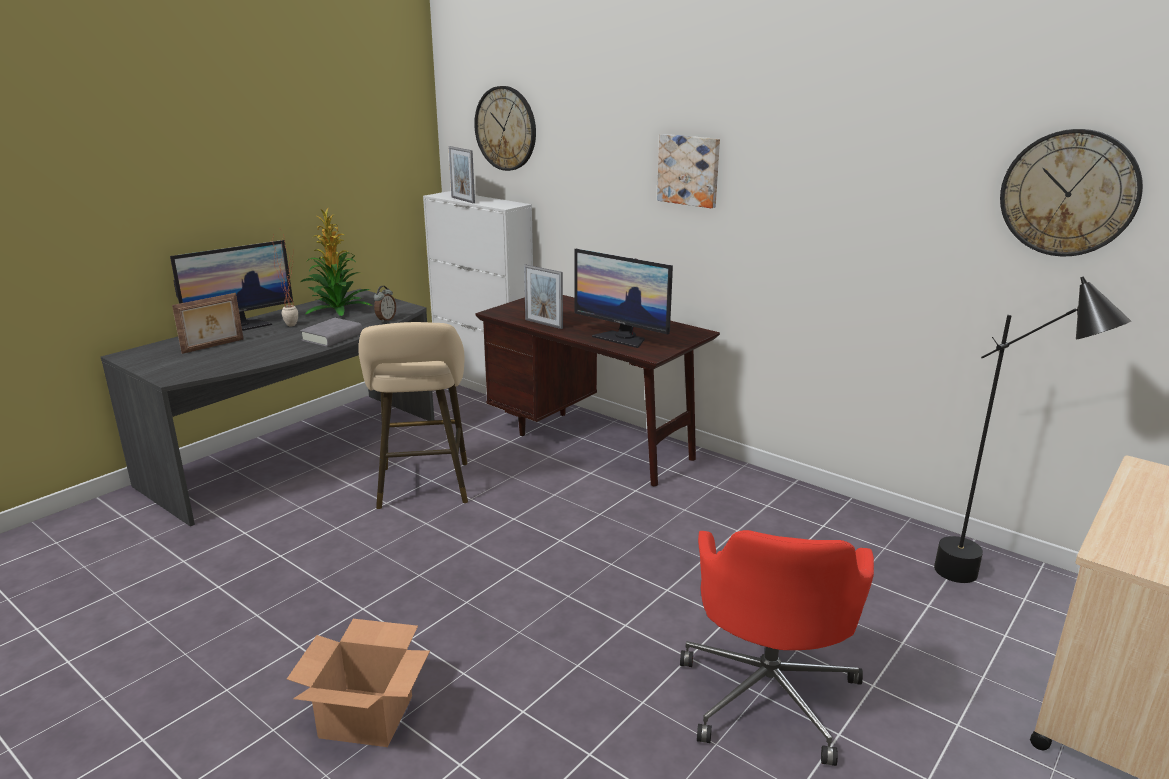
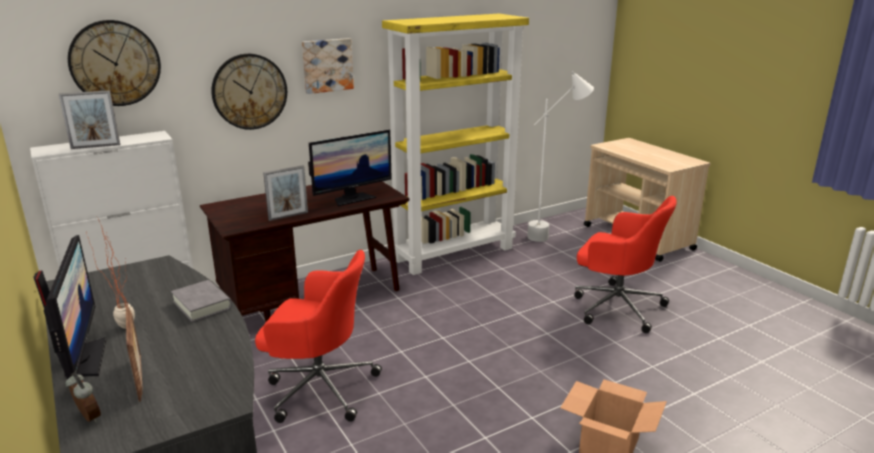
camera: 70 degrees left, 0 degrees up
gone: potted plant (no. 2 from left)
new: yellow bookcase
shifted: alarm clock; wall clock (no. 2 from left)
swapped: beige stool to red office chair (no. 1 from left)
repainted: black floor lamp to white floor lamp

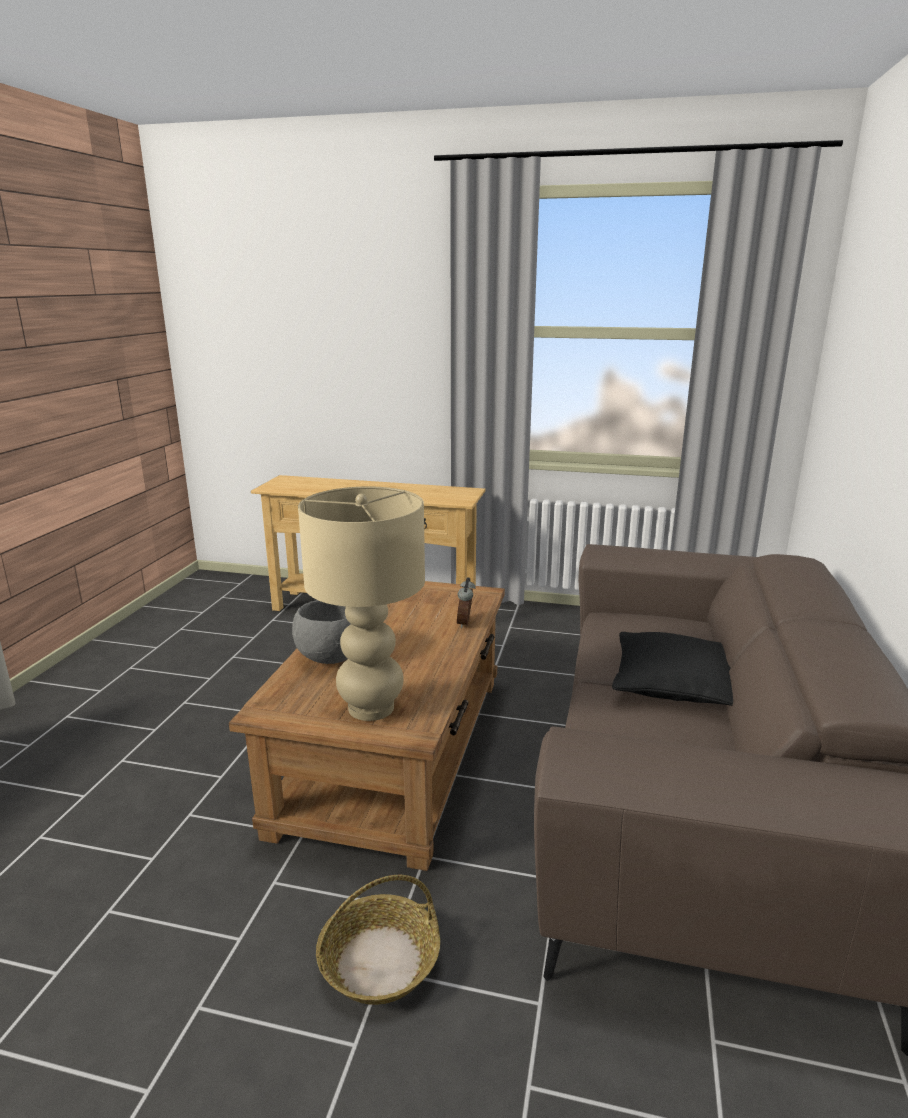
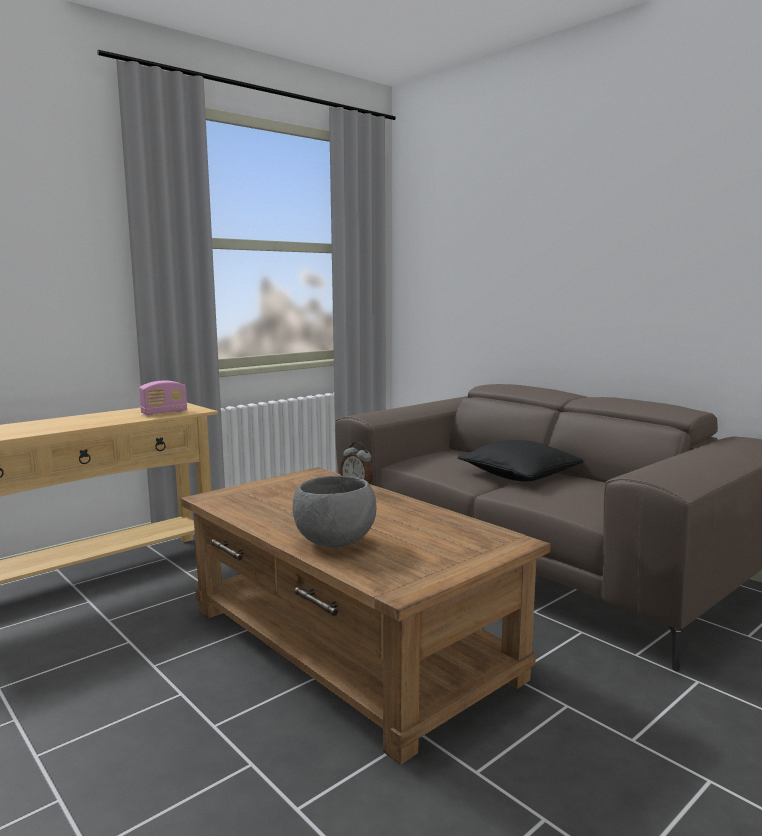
camera: 55 degrees left, 10 degrees down
gone: beige table lamp; basket
new: radio

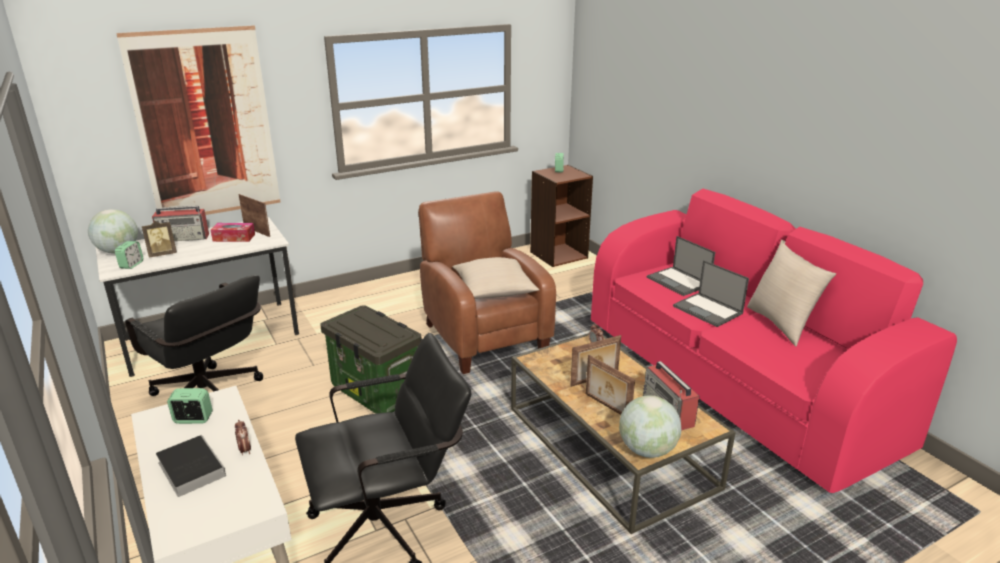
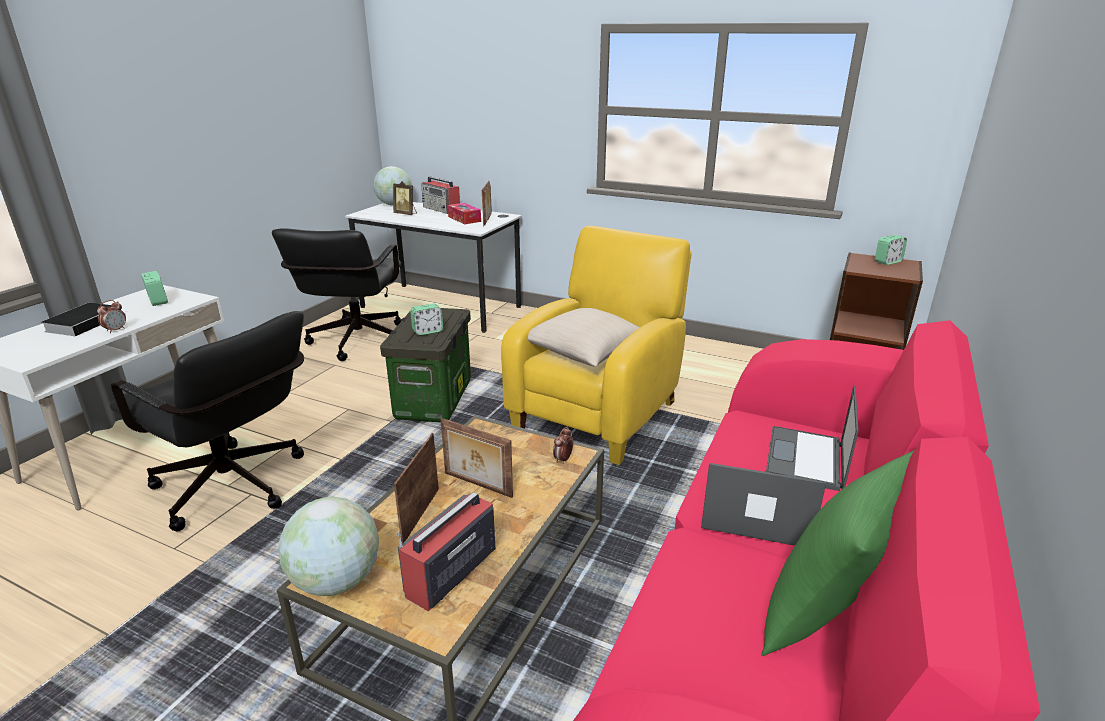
camera: 55 degrees right, 0 degrees up
gone: picture
shifted: alarm clock (no. 1 from left in the first image) to alarm clock (no. 3 from left)
repainted: brown armchair to yellow armchair; beige pillow (no. 2 from left) to green pillow
rotated: laptop (no. 2 from left in the first image) 90 degrees clockwise

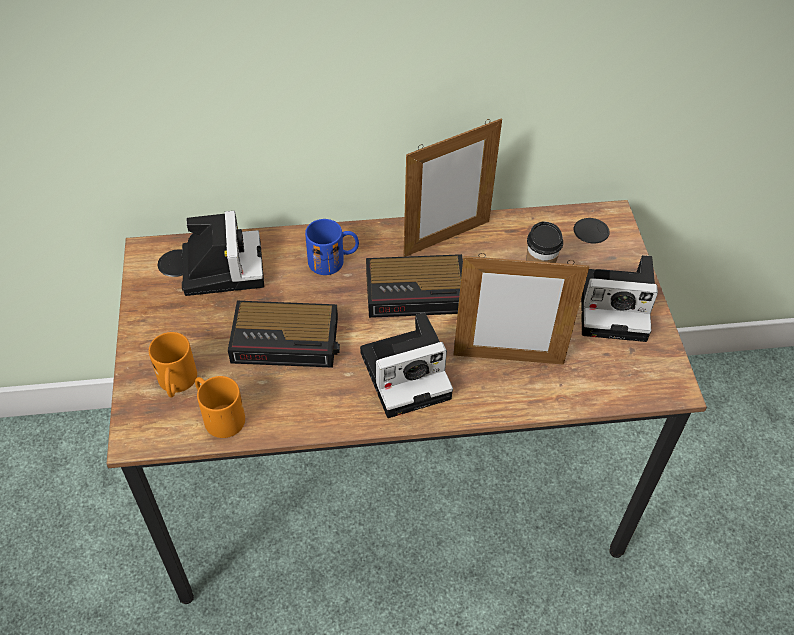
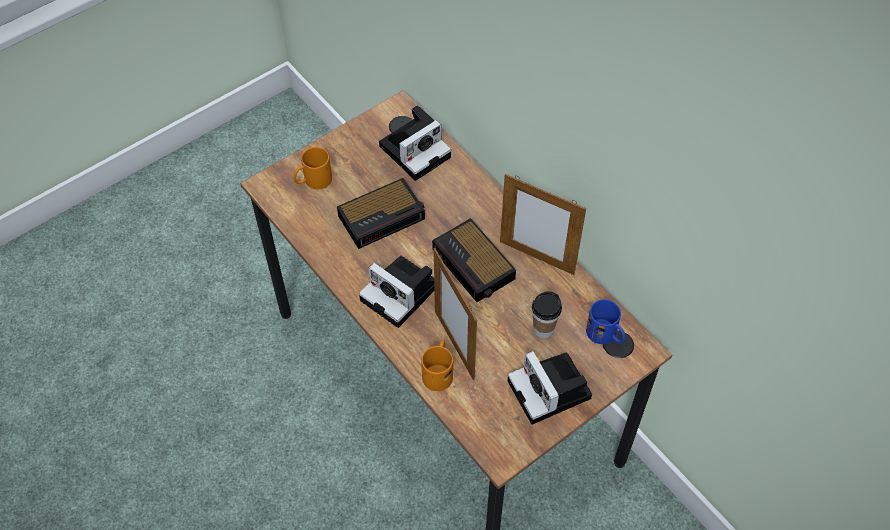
camera: 60 degrees right, 5 degrees up
shifted: orange mug (no. 2 from left); blue mug
rotated: alarm clock (no. 1 from left) 90 degrees counterclockwise

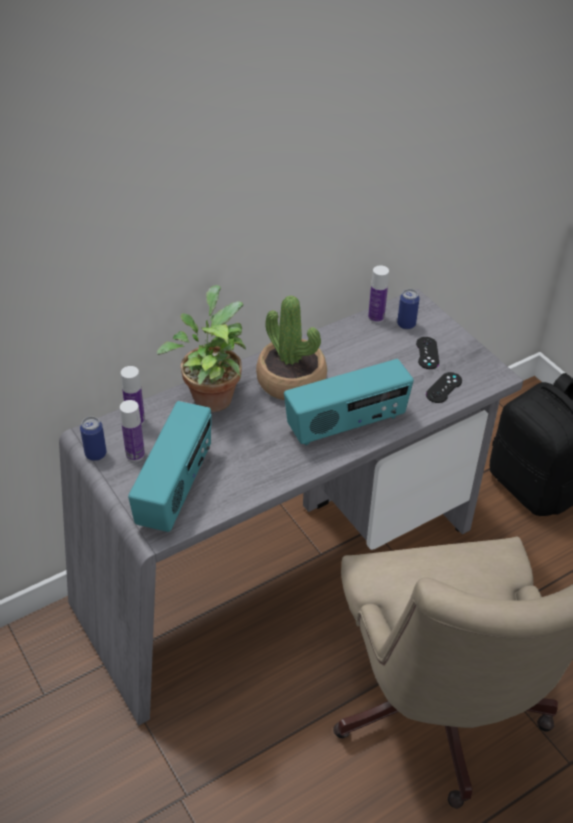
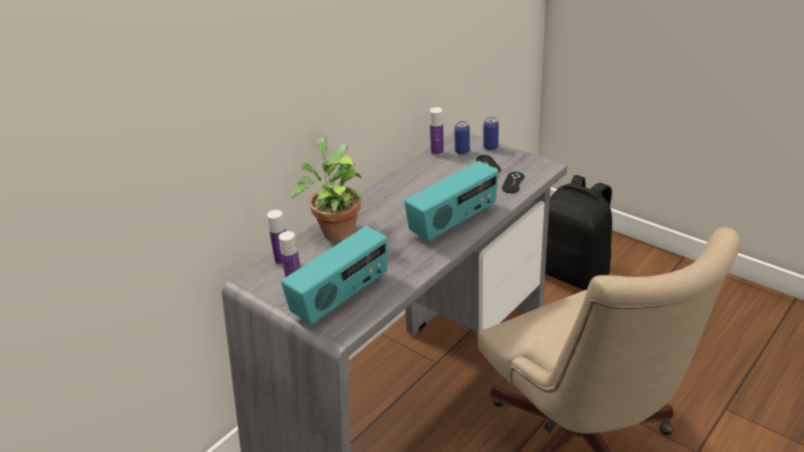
camera: 15 degrees left, 10 degrees down
gone: potted plant (no. 2 from left)
shifted: can (no. 1 from left in the first image) to can (no. 2 from left)
rotated: radio (no. 1 from left) 45 degrees clockwise

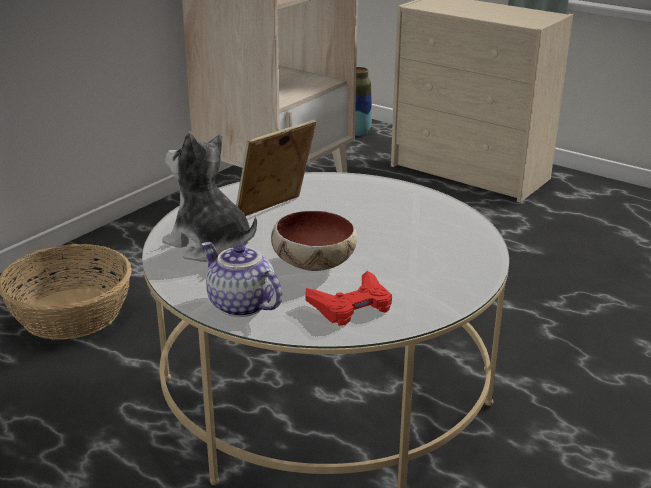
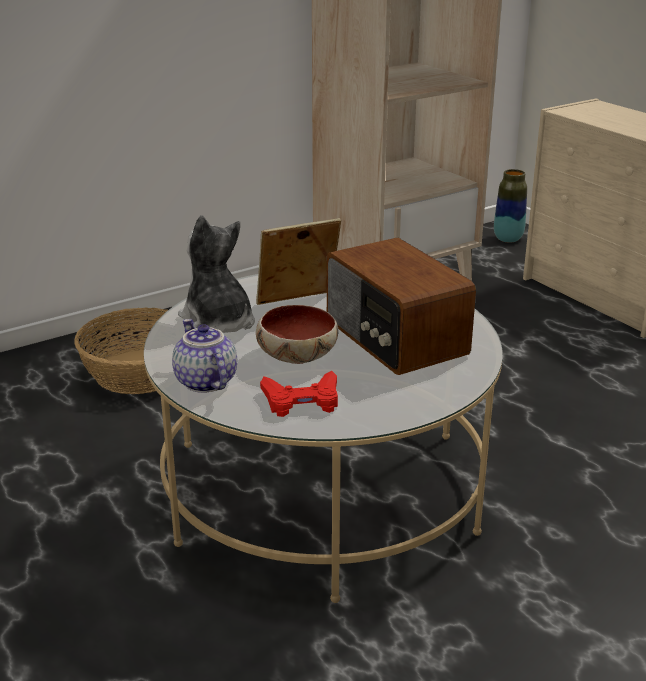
camera: 20 degrees right, 0 degrees up
new: radio

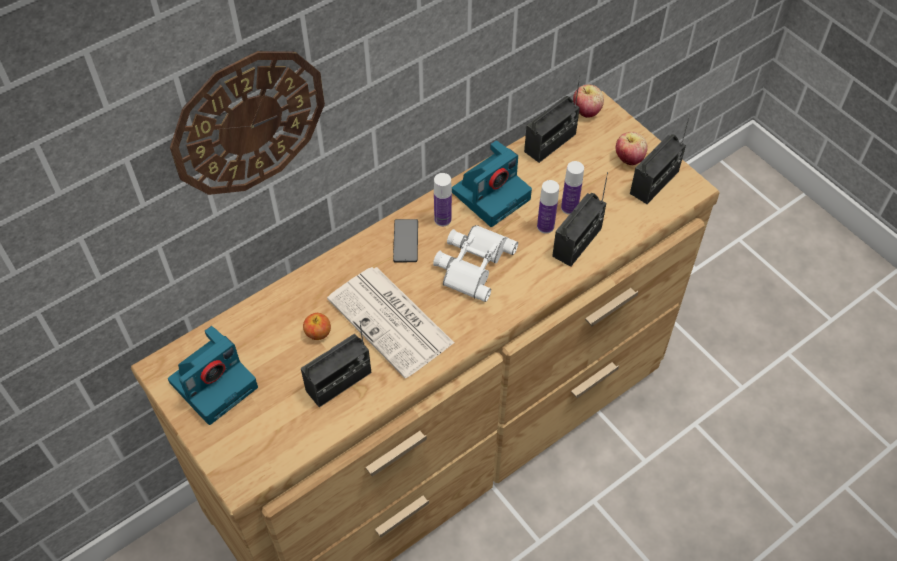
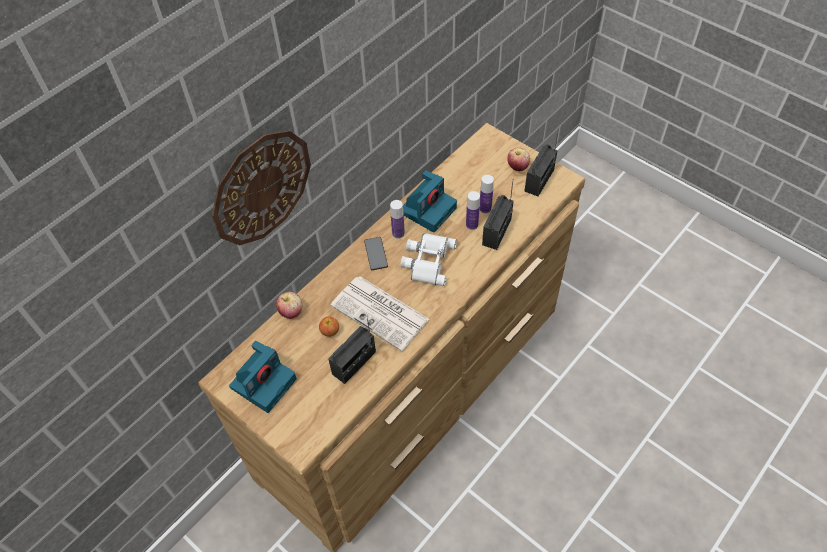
camera: 10 degrees left, 0 degrees up
gone: radio (no. 2 from left)
shifted: apple (no. 2 from left in the first image) to apple (no. 1 from left)

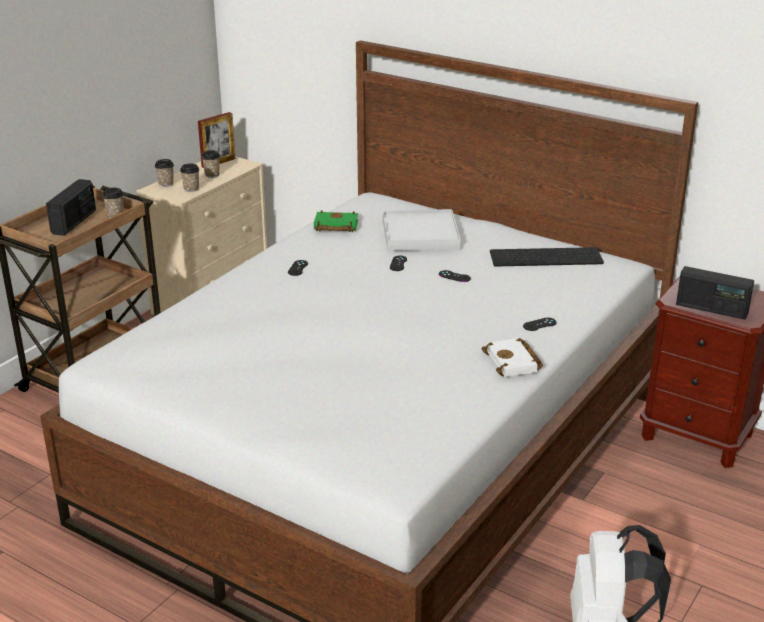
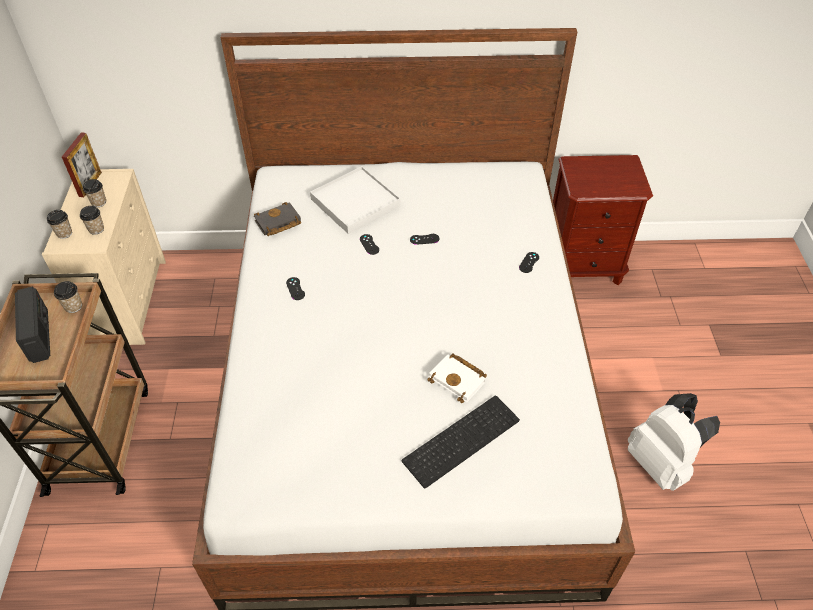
camera: 35 degrees left, 20 degrees up
gone: radio (no. 2 from left)
shifted: keyboard; white book
repainted: green book to black book

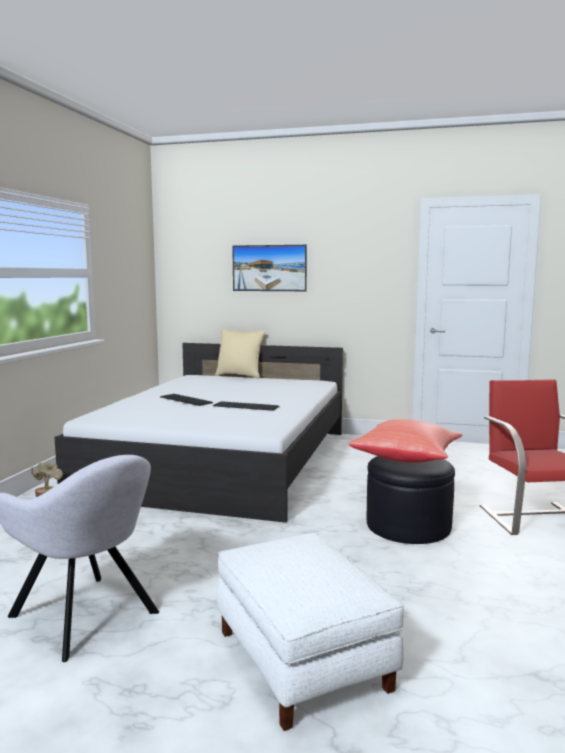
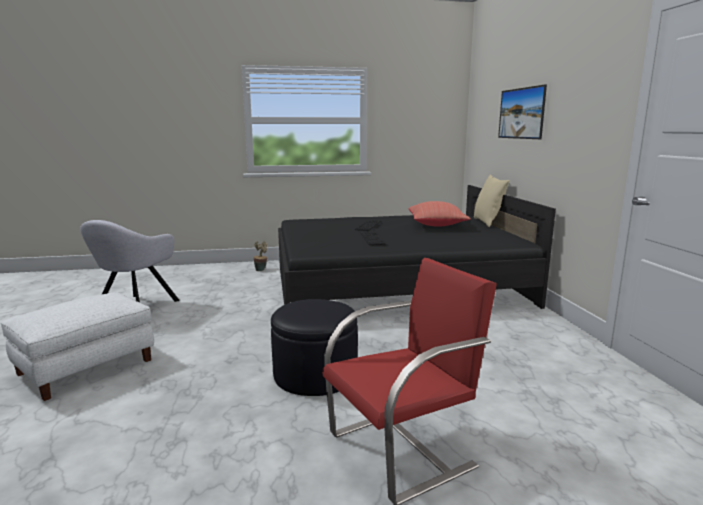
camera: 65 degrees right, 5 degrees up
shifted: red pillow
repainted: white bed to black bed

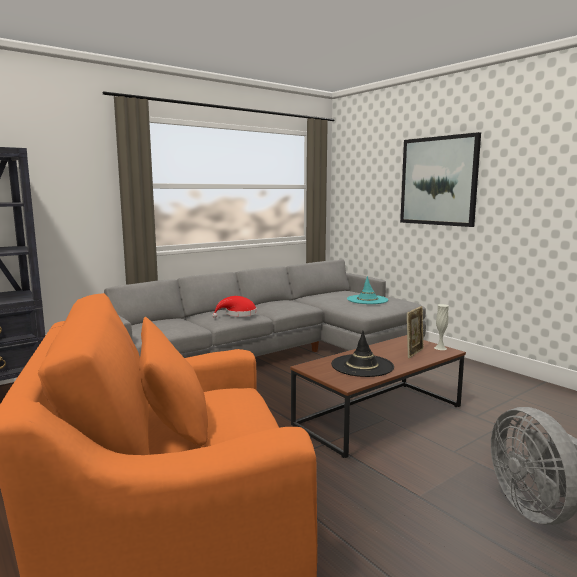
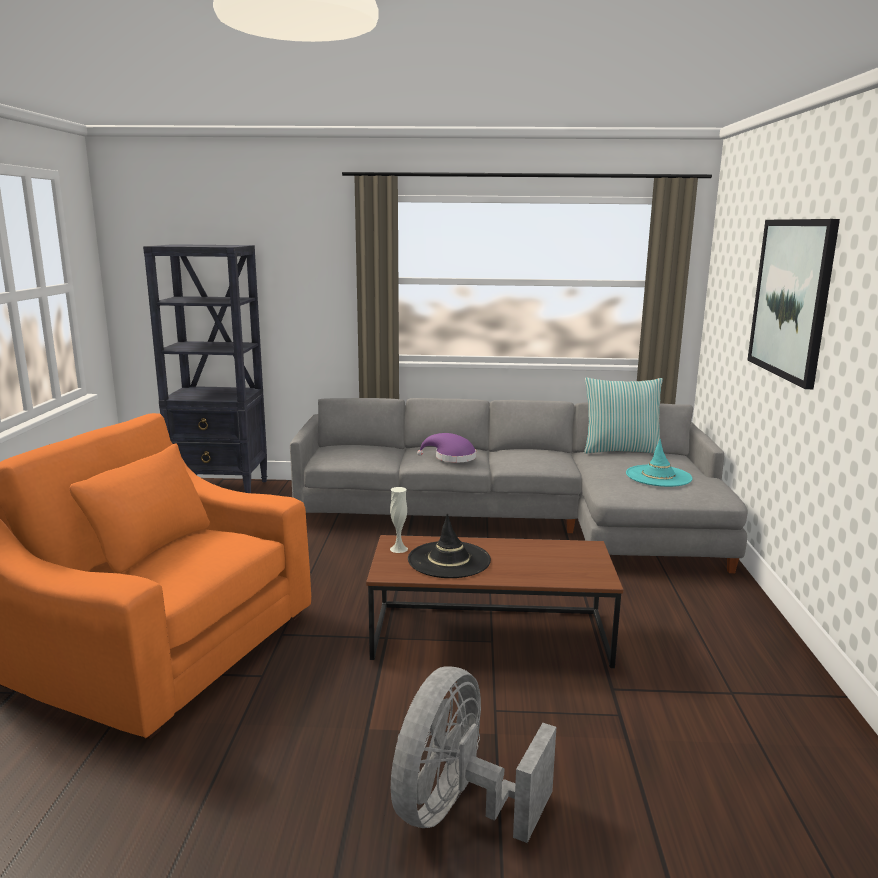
camera: 40 degrees right, 5 degrees up
gone: picture frame
new: pillow
shifted: white vase
repainted: red hat to purple hat

